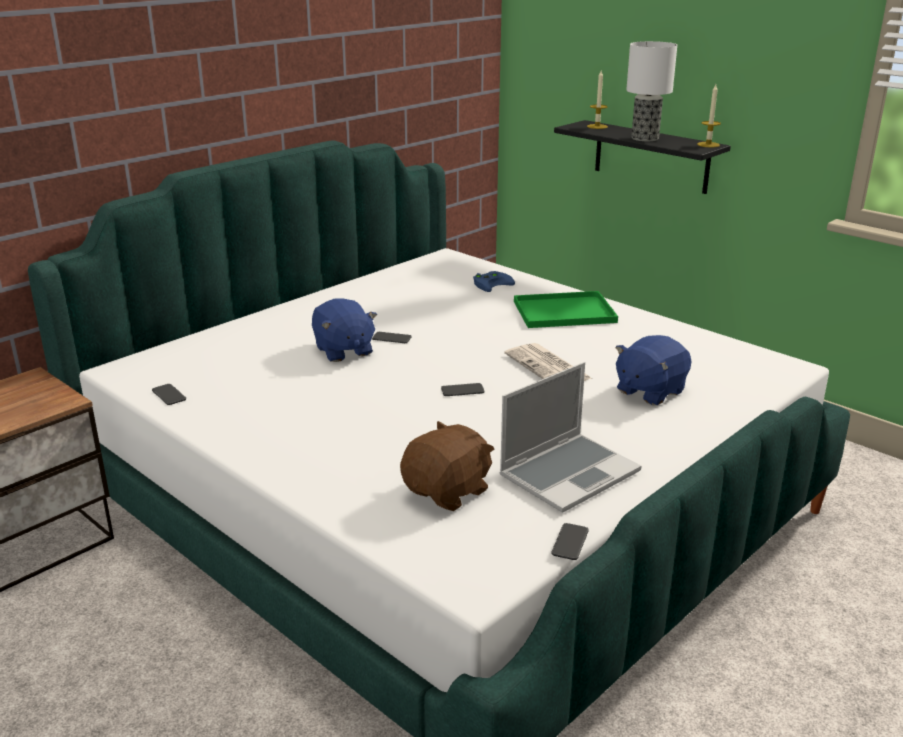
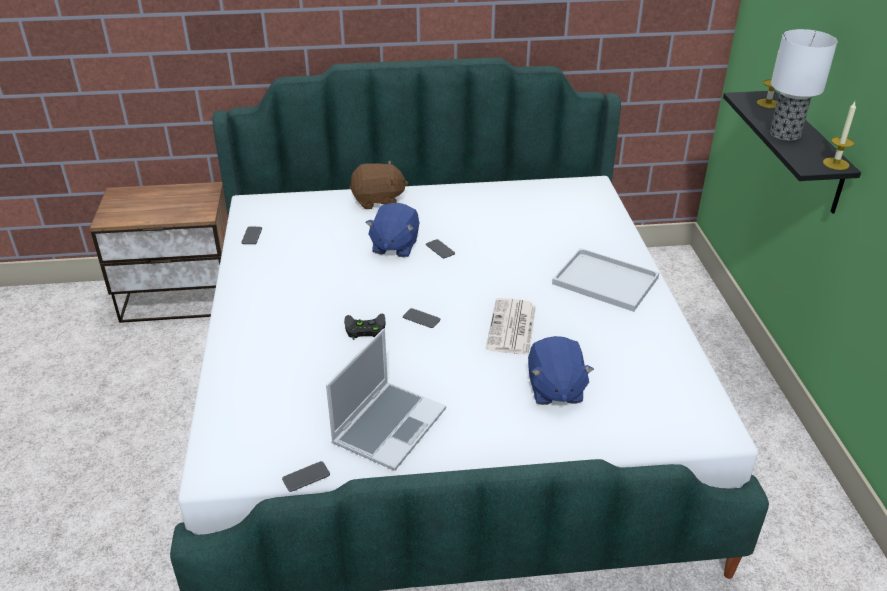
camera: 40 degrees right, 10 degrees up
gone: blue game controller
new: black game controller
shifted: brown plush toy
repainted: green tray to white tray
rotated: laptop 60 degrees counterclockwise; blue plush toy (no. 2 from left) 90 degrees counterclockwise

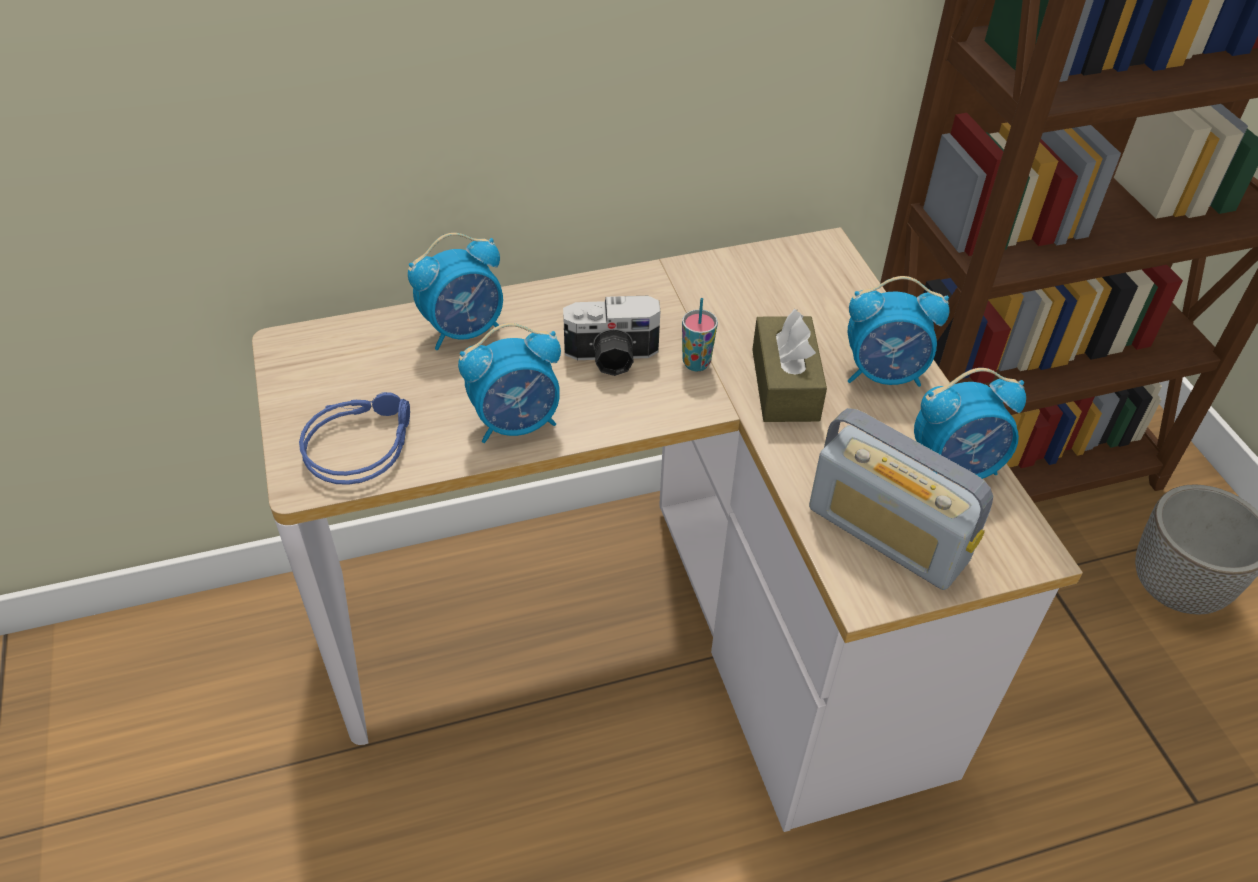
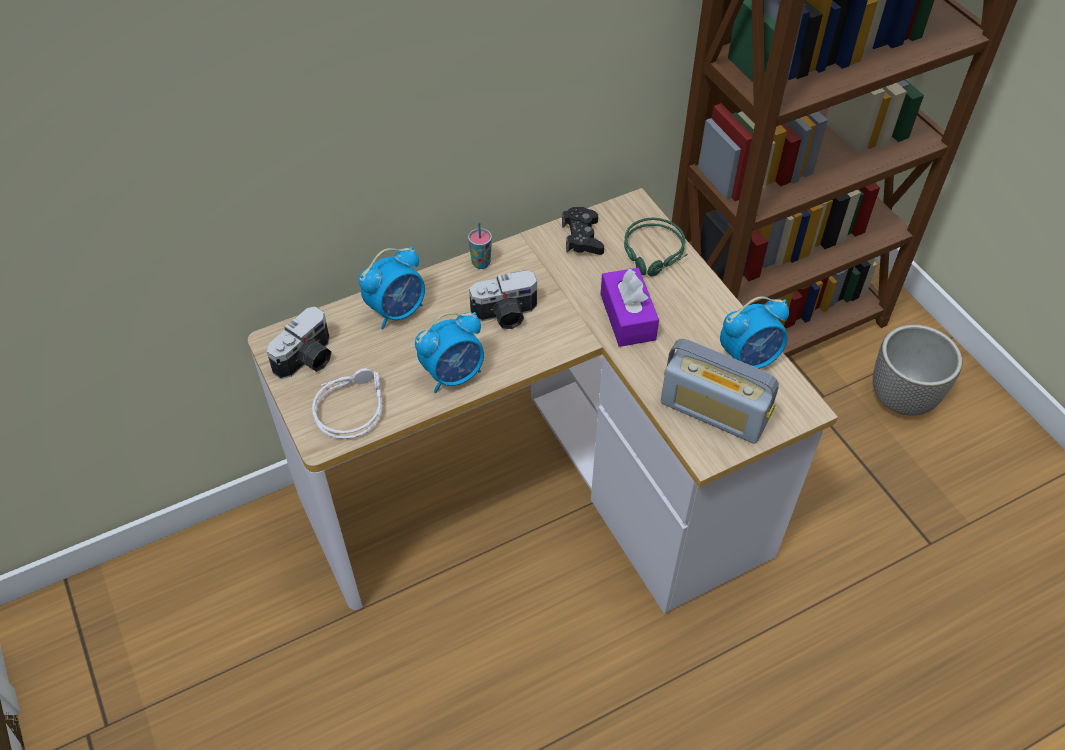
camera: 10 degrees left, 5 degrees up
gone: alarm clock (no. 3 from left)
new: photo camera (no. 1 from left); black game controller; green headphones
shifted: cup
repainted: blue headphones to white headphones; brown tissue box to purple tissue box

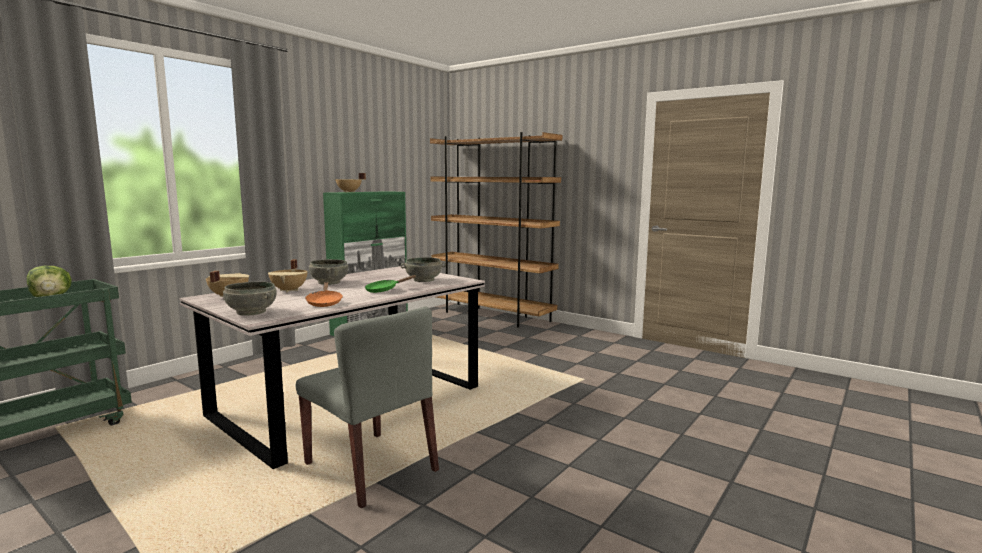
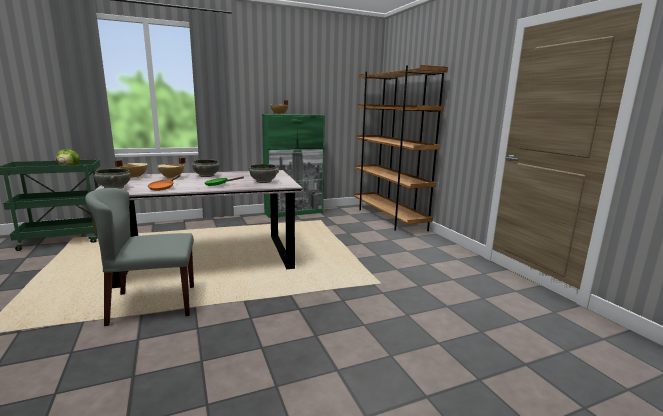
camera: 30 degrees right, 5 degrees up
rotated: grey chair 90 degrees clockwise

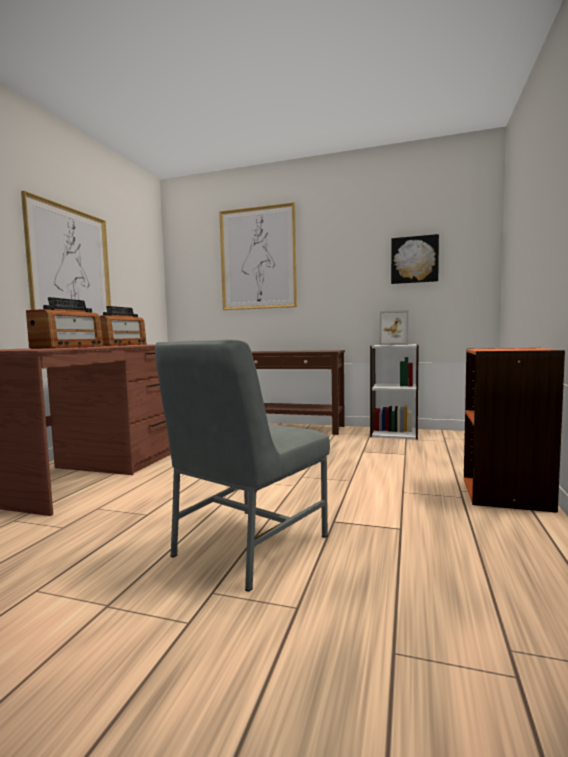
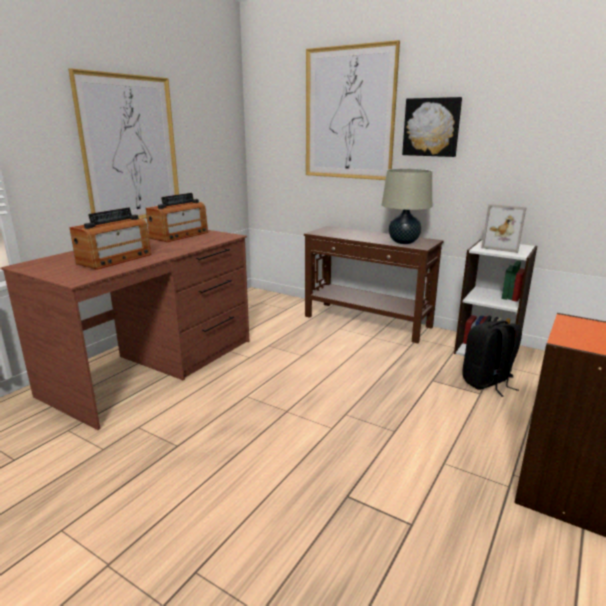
camera: 15 degrees right, 15 degrees up
gone: grey chair
new: beige table lamp; black backpack
shifted: picture (no. 3 from left)

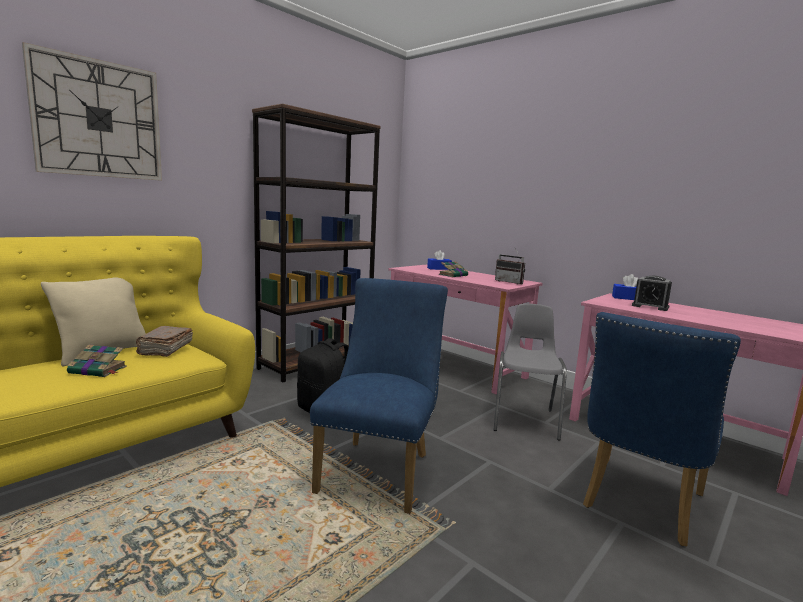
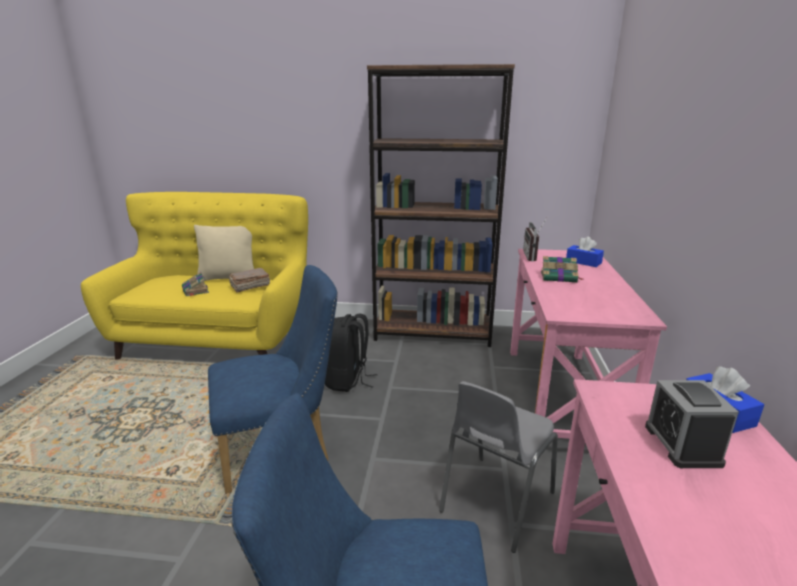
camera: 55 degrees right, 10 degrees up
gone: wall clock
shifted: radio
rotated: grey chair 150 degrees clockwise

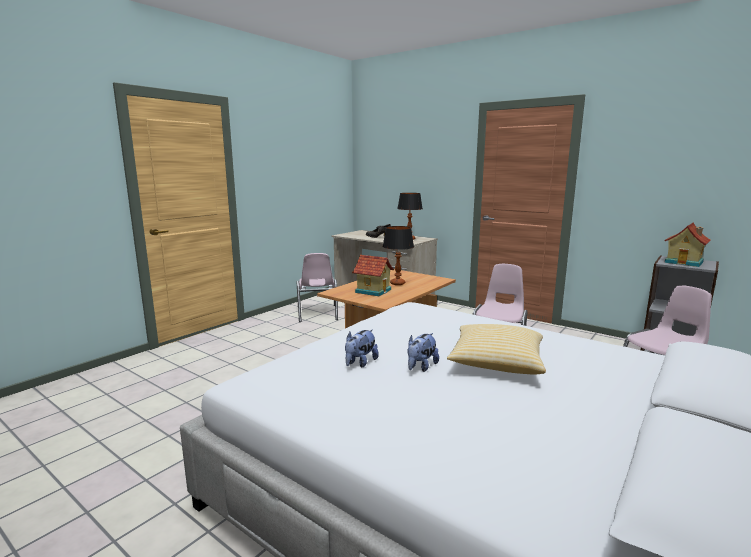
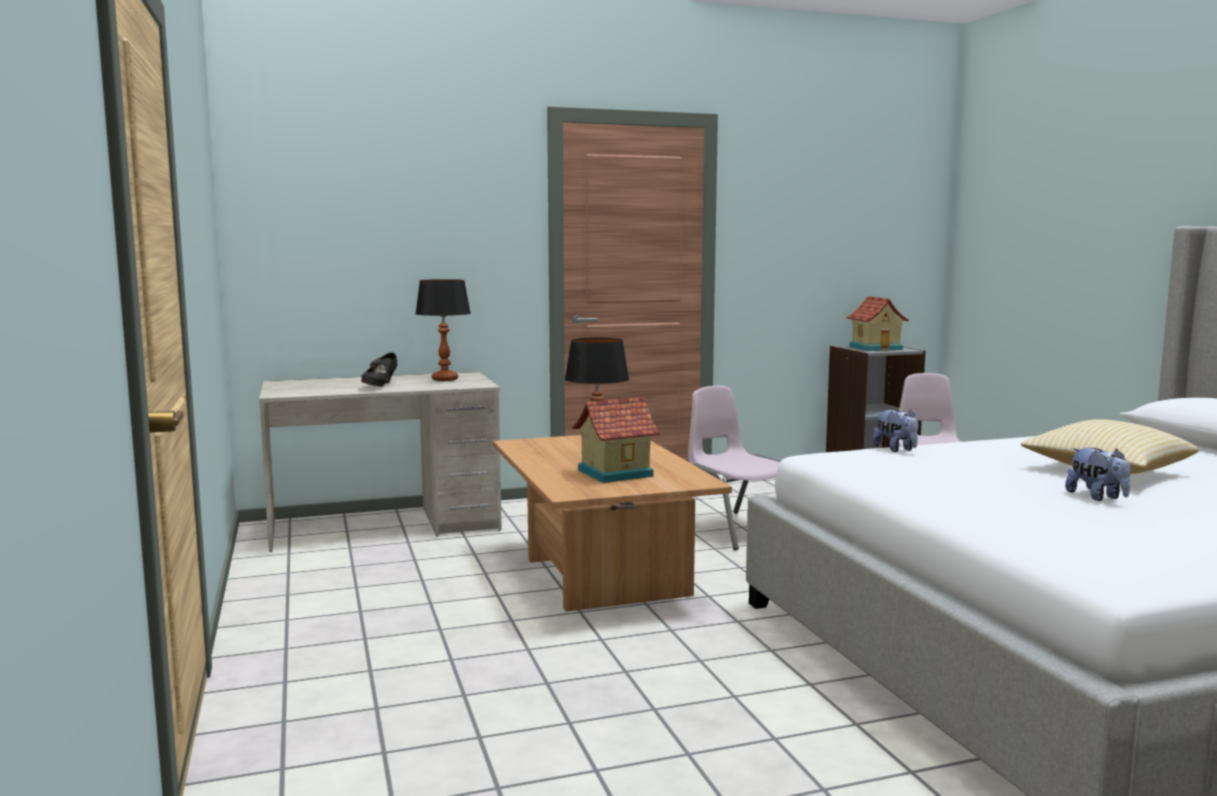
camera: 55 degrees left, 5 degrees down
gone: pink chair (no. 1 from left)
shifted: plush toy (no. 1 from left)

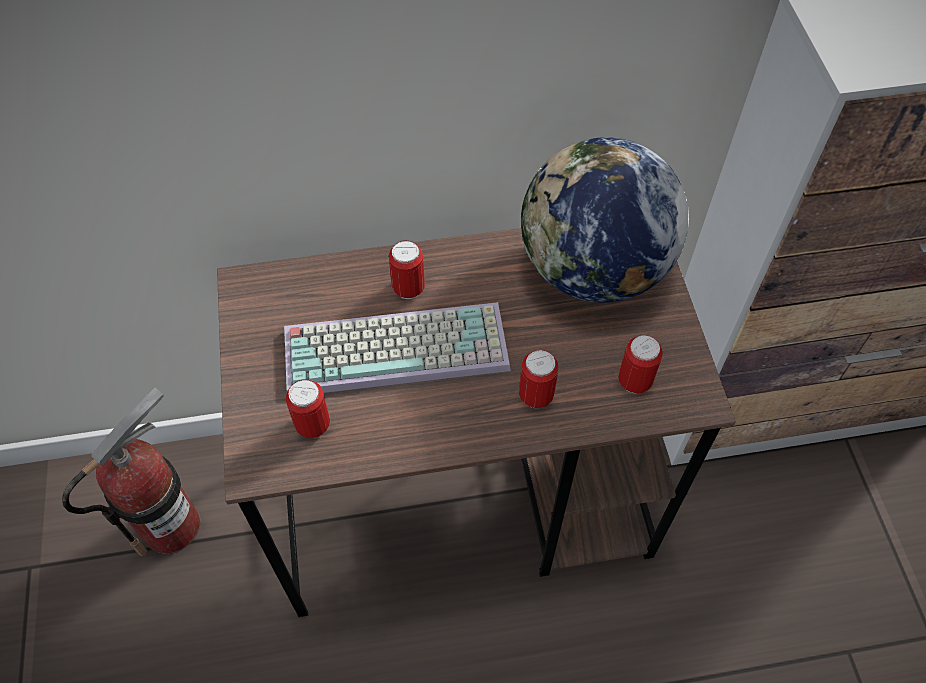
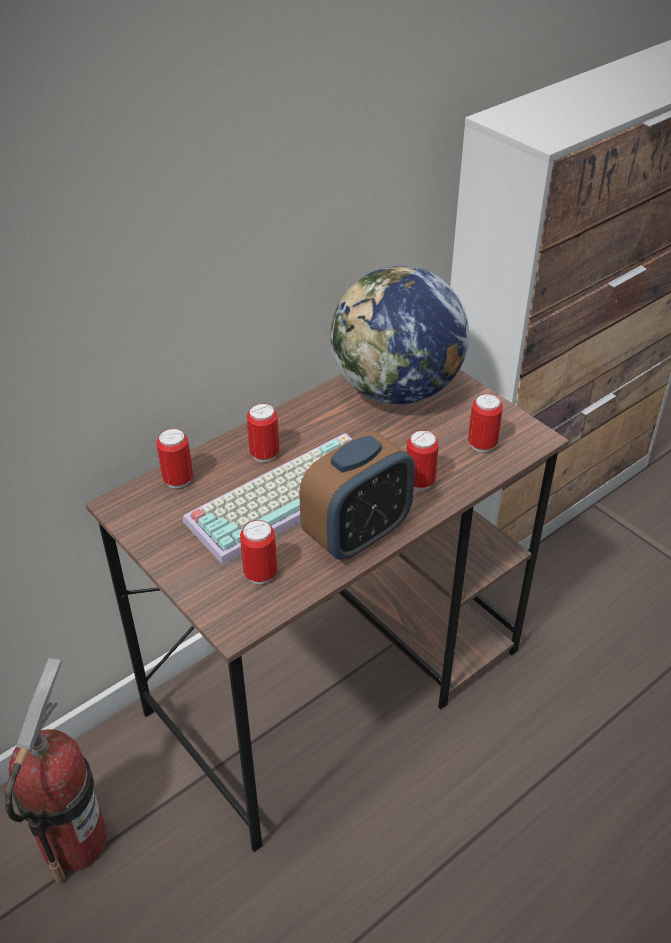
camera: 30 degrees left, 15 degrees down
new: can (no. 1 from left); alarm clock

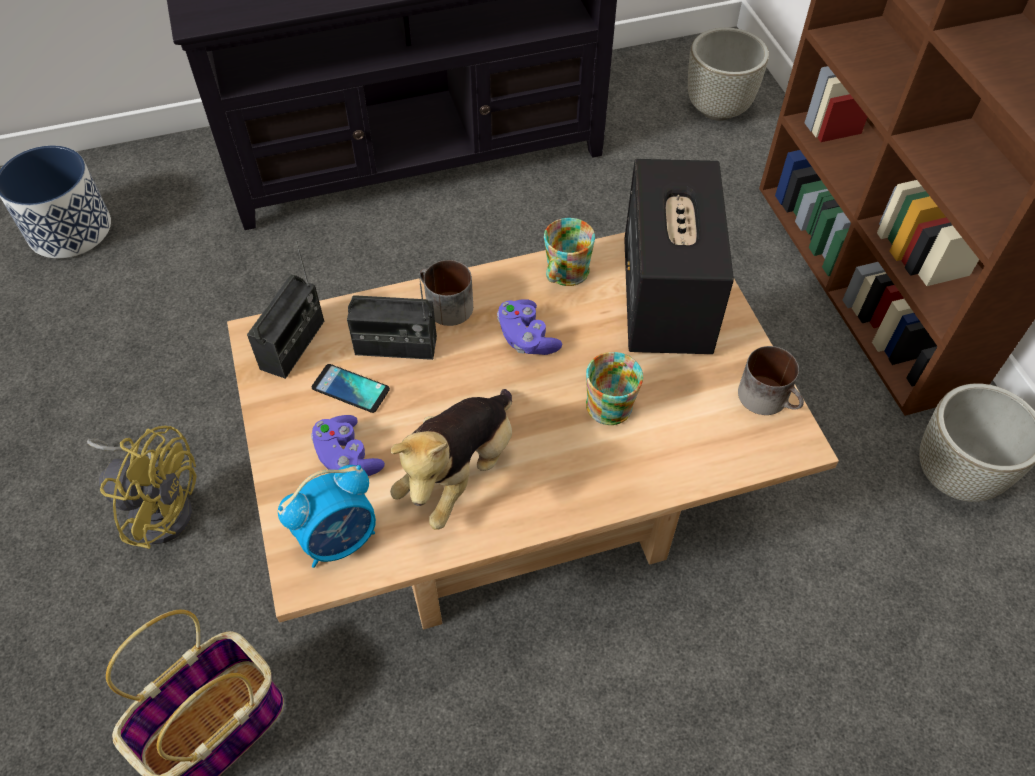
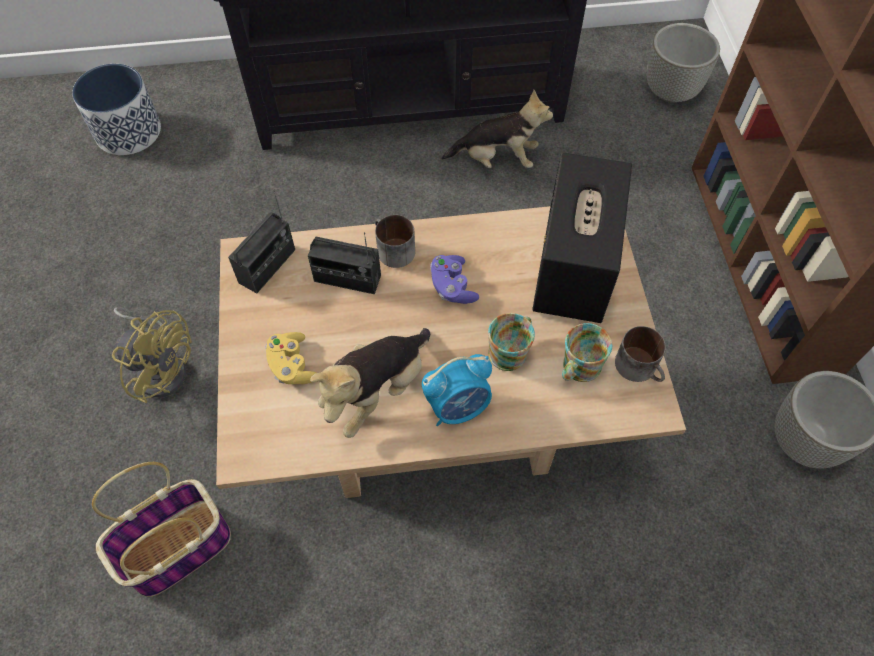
camera: 10 degrees right, 5 degrees up
gone: phone
new: plush toy (no. 2 from left)
shifted: alarm clock; mug (no. 2 from left in the first image) to mug (no. 3 from left)
repainted: purple game controller (no. 1 from left) to yellow game controller

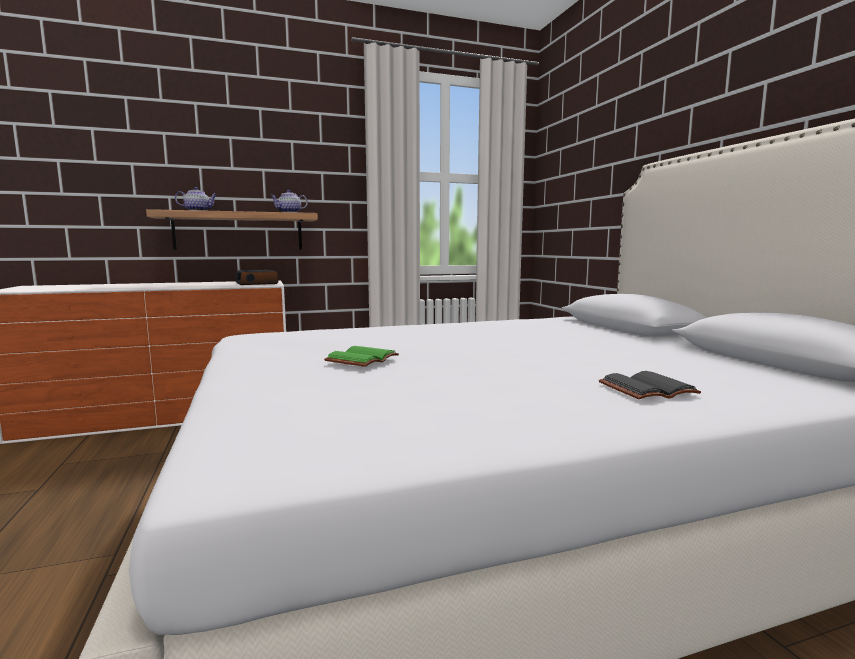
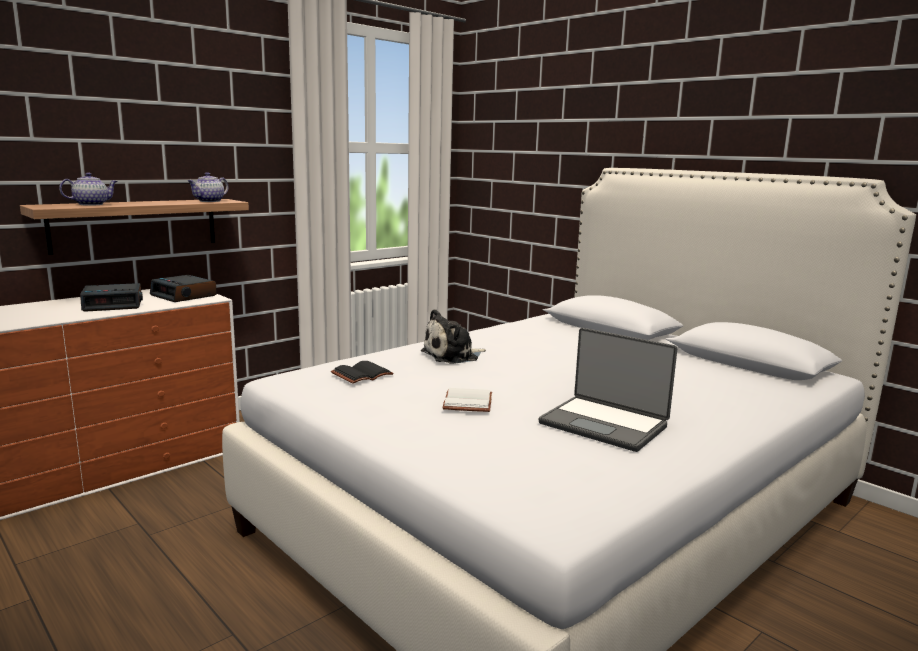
camera: 25 degrees left, 5 degrees up
new: alarm clock (no. 1 from left); plush toy; laptop
shifted: black book
repainted: green book to white book

